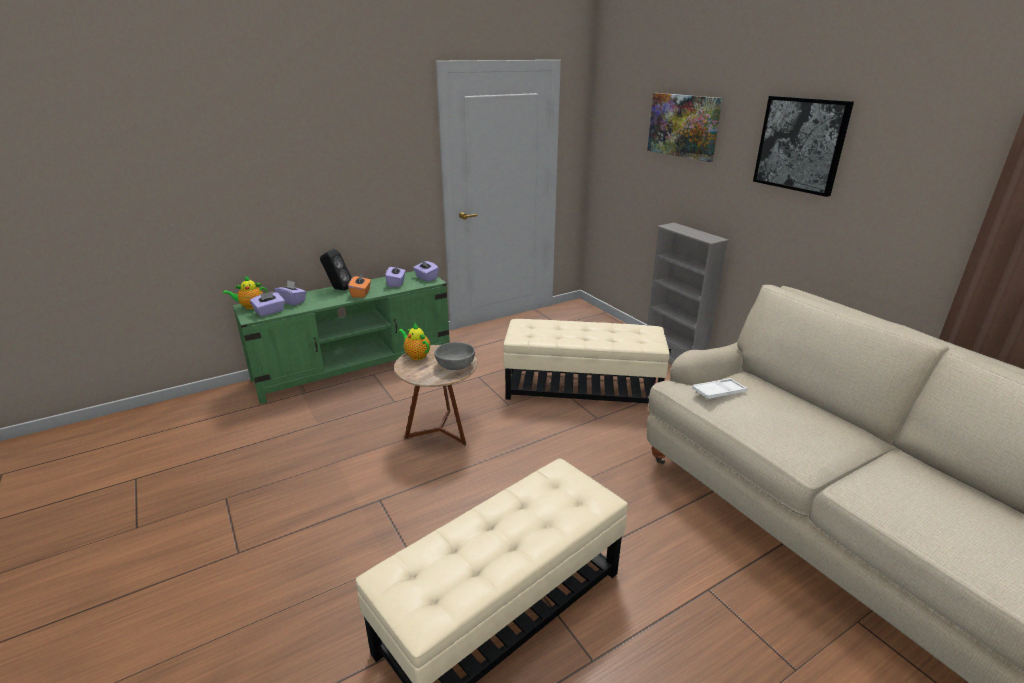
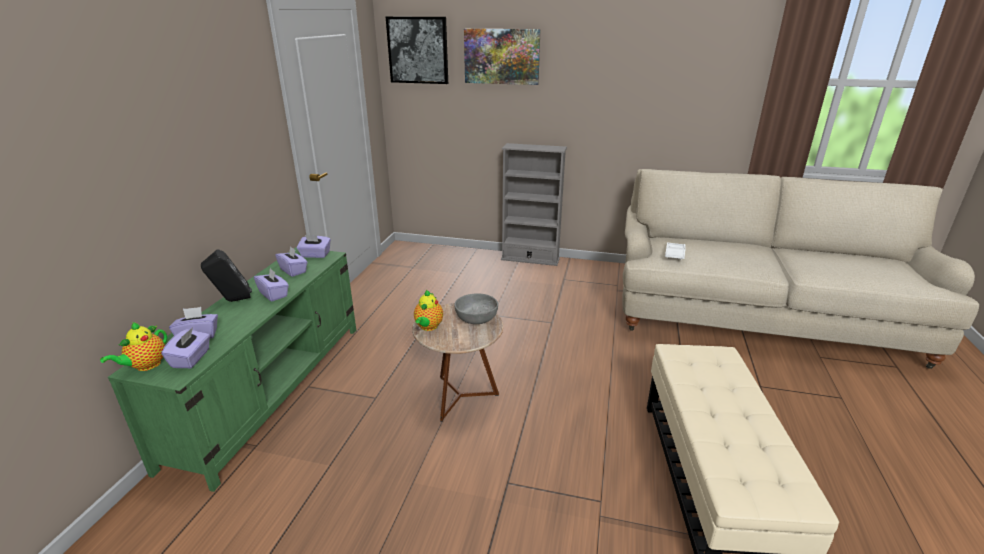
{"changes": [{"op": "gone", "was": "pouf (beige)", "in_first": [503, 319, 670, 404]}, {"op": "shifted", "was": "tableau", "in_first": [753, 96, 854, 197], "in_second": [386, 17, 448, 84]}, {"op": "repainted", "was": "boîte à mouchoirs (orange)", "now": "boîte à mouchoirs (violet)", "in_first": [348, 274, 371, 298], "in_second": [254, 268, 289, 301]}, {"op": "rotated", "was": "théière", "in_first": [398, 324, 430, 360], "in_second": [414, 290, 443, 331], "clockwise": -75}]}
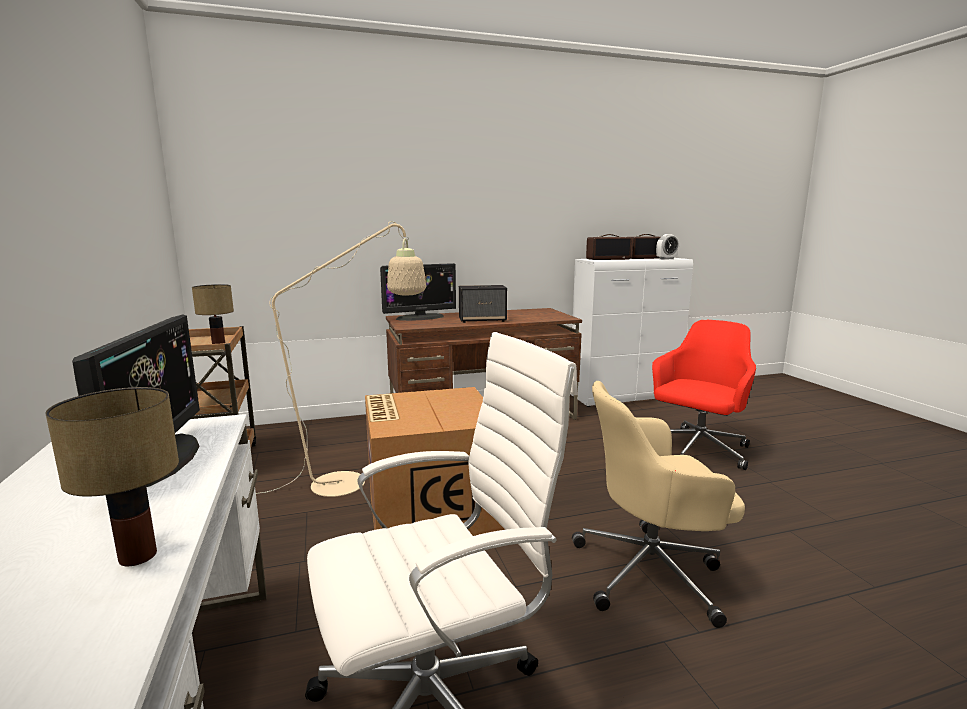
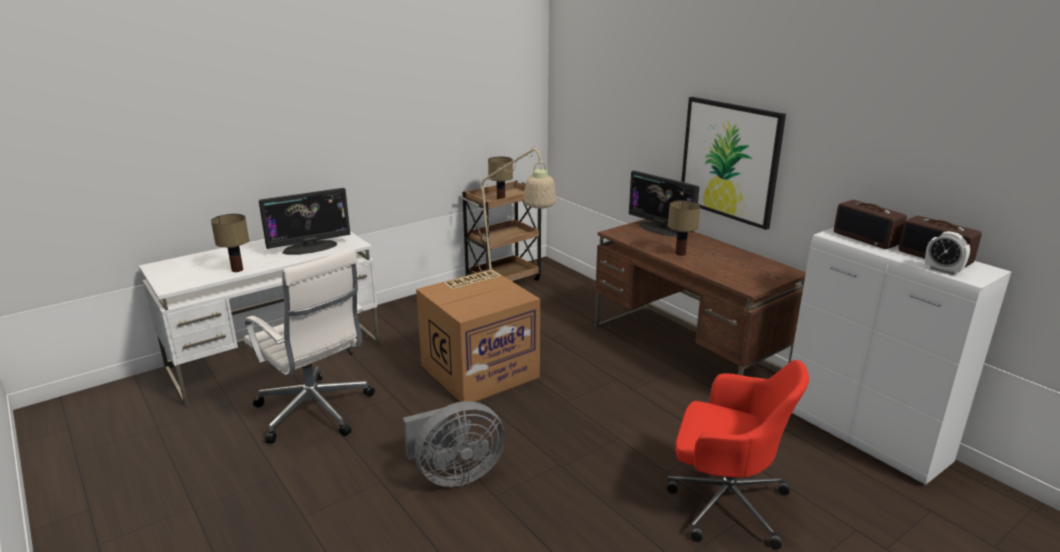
{"changes": [{"op": "new", "now": "tableau", "in_second": [681, 97, 786, 230]}, {"op": "swapped", "was": "enceinte", "now": "lampe de table", "in_first": [459, 285, 507, 323], "in_second": [668, 200, 701, 256]}, {"op": "swapped", "was": "chaise de bureau (beige)", "now": "ventilateur (gris)", "in_first": [572, 381, 745, 628], "in_second": [403, 401, 505, 487]}]}
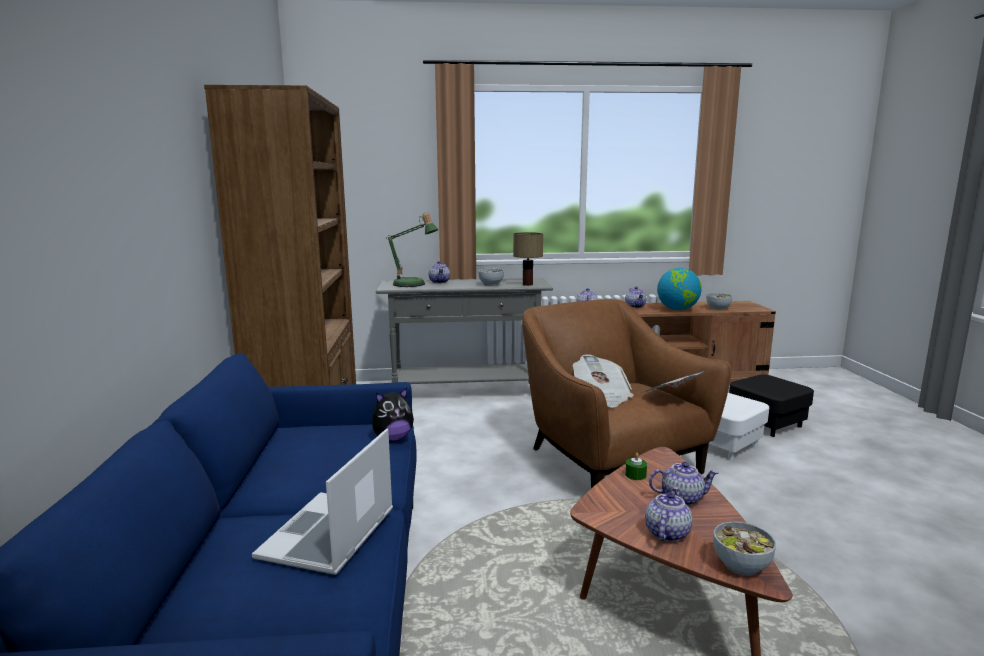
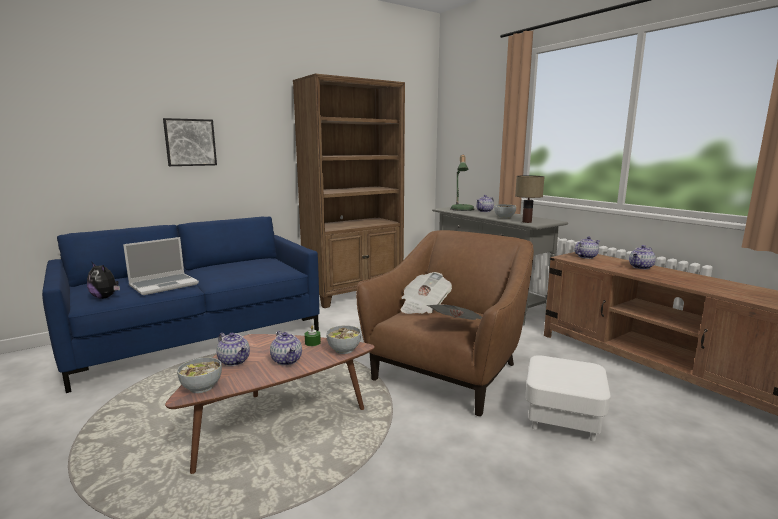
{"changes": [{"op": "gone", "was": "globe", "in_first": [657, 268, 702, 310]}, {"op": "gone", "was": "pouf (noir)", "in_first": [729, 374, 814, 437]}, {"op": "new", "now": "tableau", "in_second": [163, 118, 217, 166]}, {"op": "shifted", "was": "peluche", "in_first": [372, 388, 414, 441], "in_second": [87, 262, 120, 299]}, {"op": "shifted", "was": "bol", "in_first": [706, 293, 733, 310], "in_second": [326, 325, 361, 354]}, {"op": "rotated", "was": "ordinateur portable", "in_first": [252, 429, 393, 575], "in_second": [123, 237, 199, 295], "clockwise": 150}, {"op": "rotated", "was": "théière", "in_first": [645, 487, 693, 542], "in_second": [216, 333, 250, 366], "clockwise": 45}]}
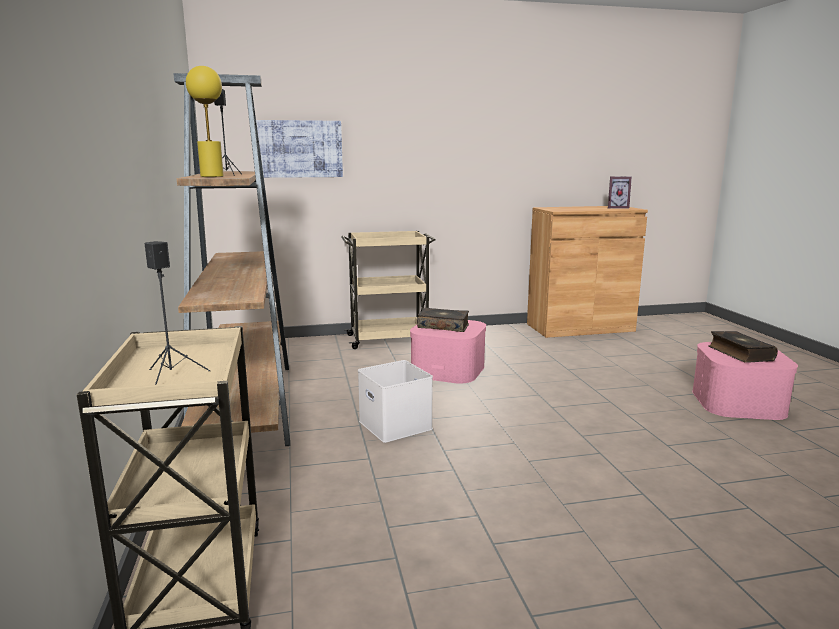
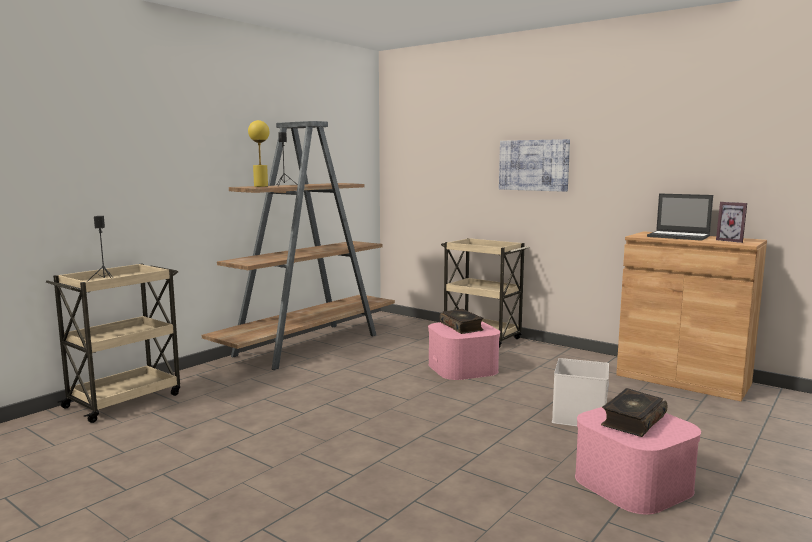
{"changes": [{"op": "new", "now": "ordinateur portable", "in_second": [647, 193, 713, 241]}, {"op": "shifted", "was": "tableau", "in_first": [256, 120, 343, 178], "in_second": [499, 139, 570, 192]}, {"op": "shifted", "was": "boîte de rangement (blanc)", "in_first": [358, 360, 433, 443], "in_second": [552, 358, 609, 426]}]}
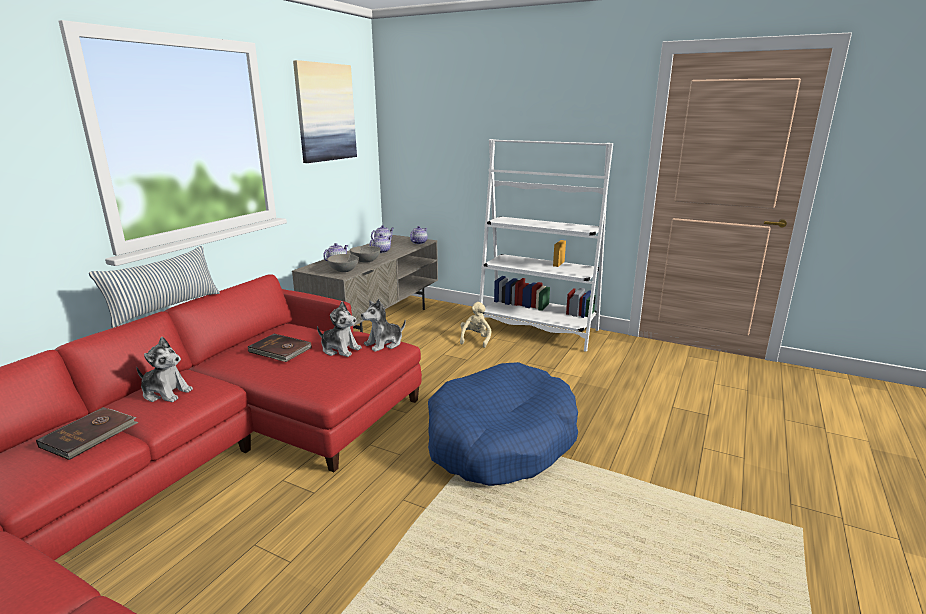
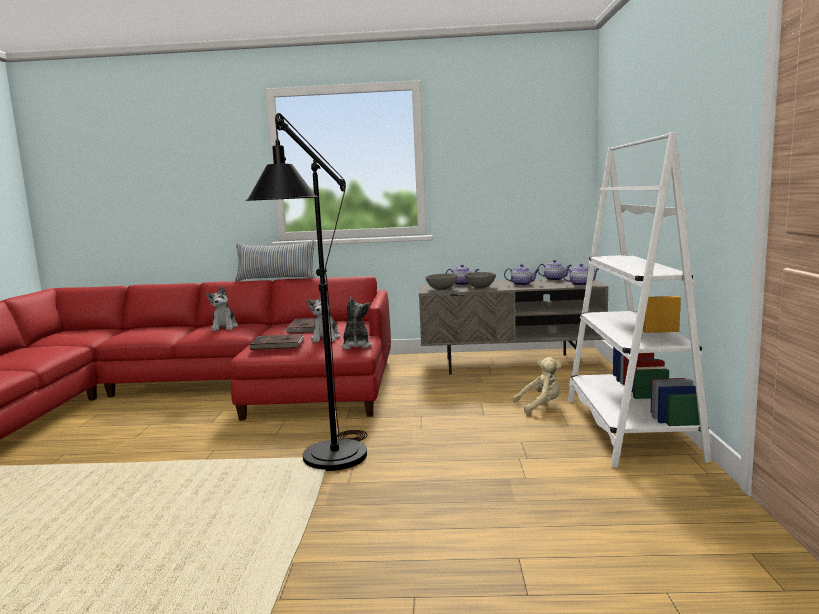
{"changes": [{"op": "gone", "was": "tableau", "in_first": [293, 60, 357, 163]}, {"op": "shifted", "was": "livre (marron)", "in_first": [36, 407, 138, 460], "in_second": [249, 334, 304, 350]}, {"op": "swapped", "was": "panier pour chien (bleu)", "now": "lampadaire (noir)", "in_first": [428, 362, 578, 486], "in_second": [246, 113, 367, 471]}, {"op": "rotated", "was": "peluche", "in_first": [361, 299, 406, 352], "in_second": [341, 297, 372, 349], "clockwise": 60}]}
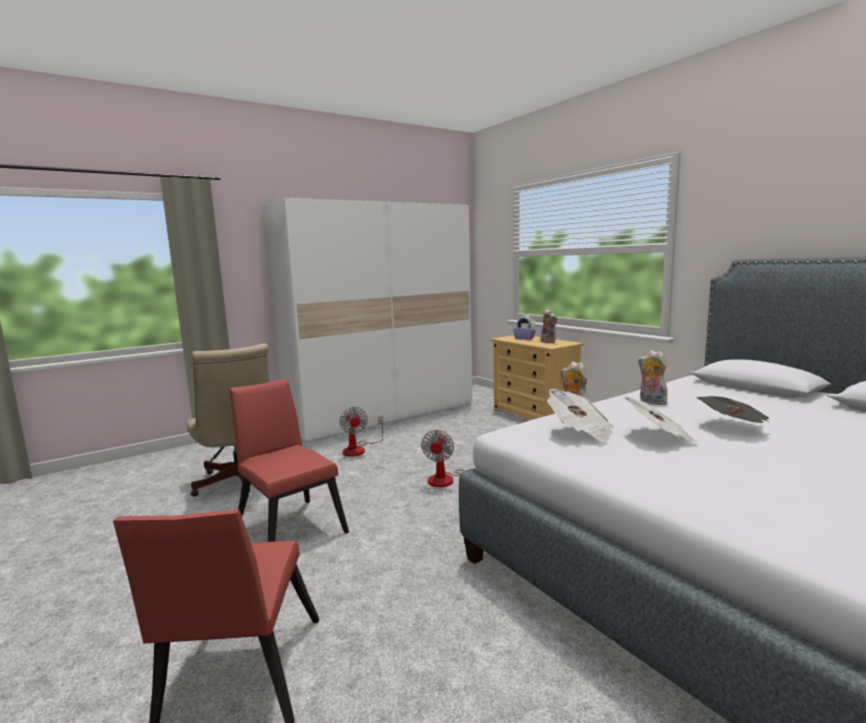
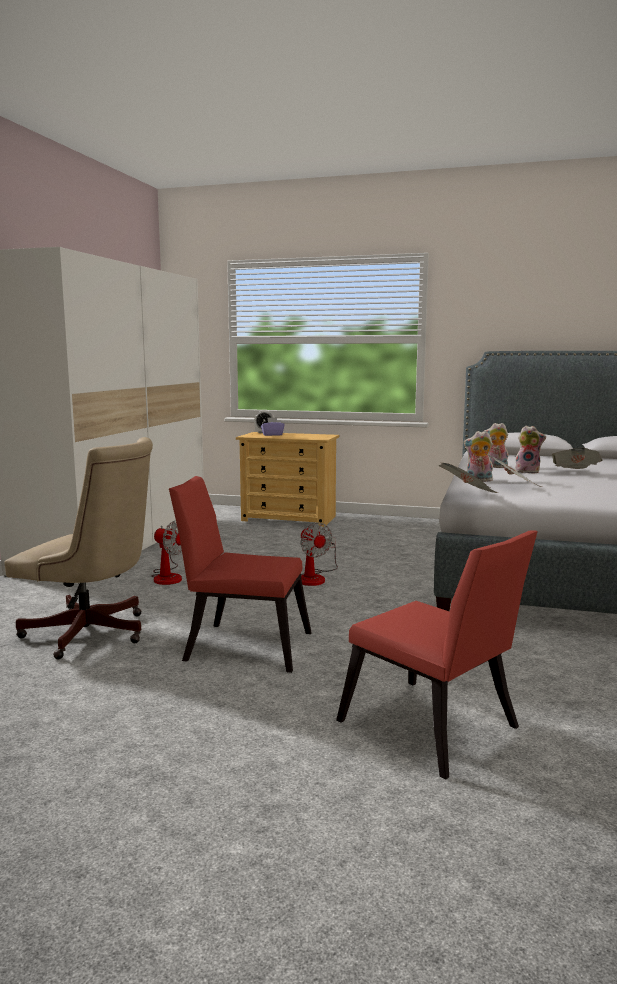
{"changes": [{"op": "shifted", "was": "peluche", "in_first": [540, 309, 557, 343], "in_second": [515, 426, 546, 474]}, {"op": "shifted", "was": "journal", "in_first": [622, 396, 700, 443], "in_second": [439, 463, 498, 493]}]}
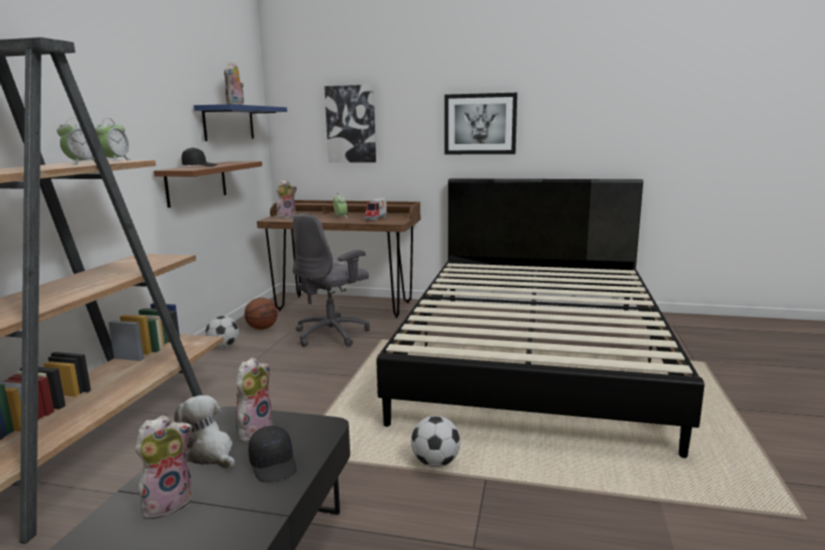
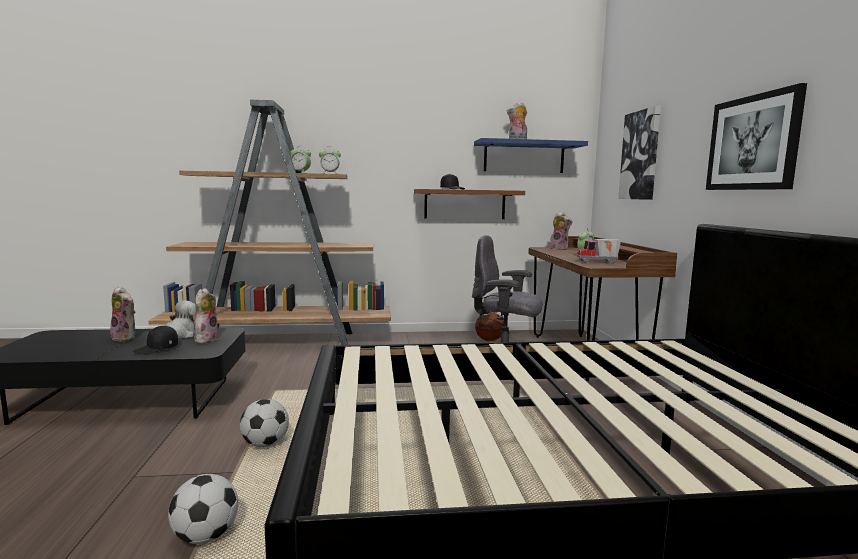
{"changes": [{"op": "shifted", "was": "ballon de foot", "in_first": [205, 316, 239, 348], "in_second": [168, 474, 238, 544]}, {"op": "rotated", "was": "peluche", "in_first": [236, 357, 273, 442], "in_second": [192, 288, 218, 343], "clockwise": -90}]}
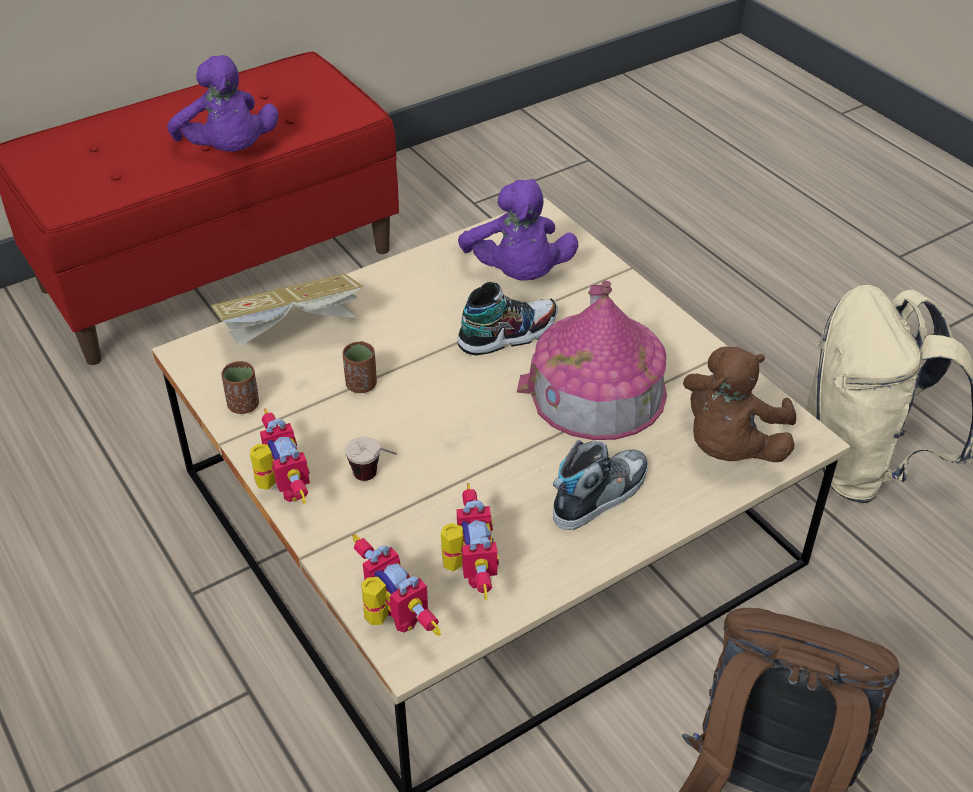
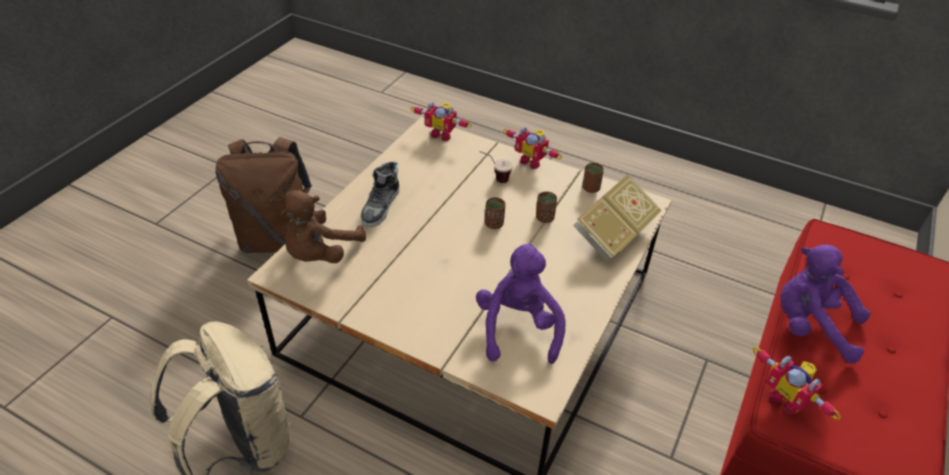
{"changes": [{"op": "gone", "was": "chaussure", "in_first": [457, 282, 558, 356]}, {"op": "gone", "was": "maison miniature", "in_first": [517, 281, 667, 440]}, {"op": "new", "now": "tasse (marron)", "in_second": [485, 197, 505, 229]}, {"op": "shifted", "was": "robot jouet", "in_first": [441, 483, 499, 600], "in_second": [752, 347, 841, 420]}, {"op": "rotated", "was": "peluche (violet)", "in_first": [458, 179, 578, 281], "in_second": [476, 243, 565, 364], "clockwise": 45}, {"op": "rotated", "was": "peluche (marron)", "in_first": [683, 346, 796, 462], "in_second": [280, 190, 366, 263], "clockwise": -150}]}
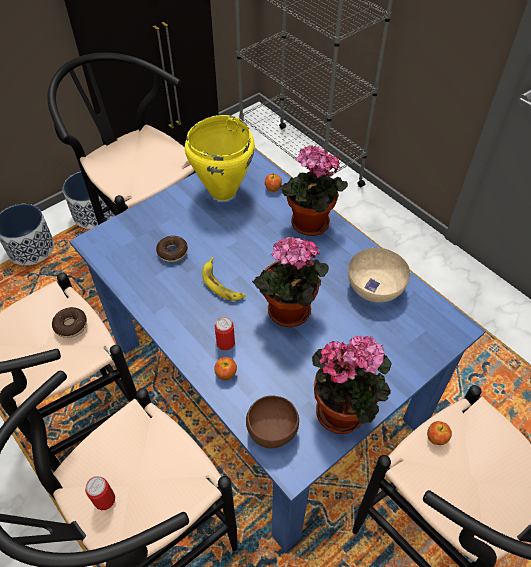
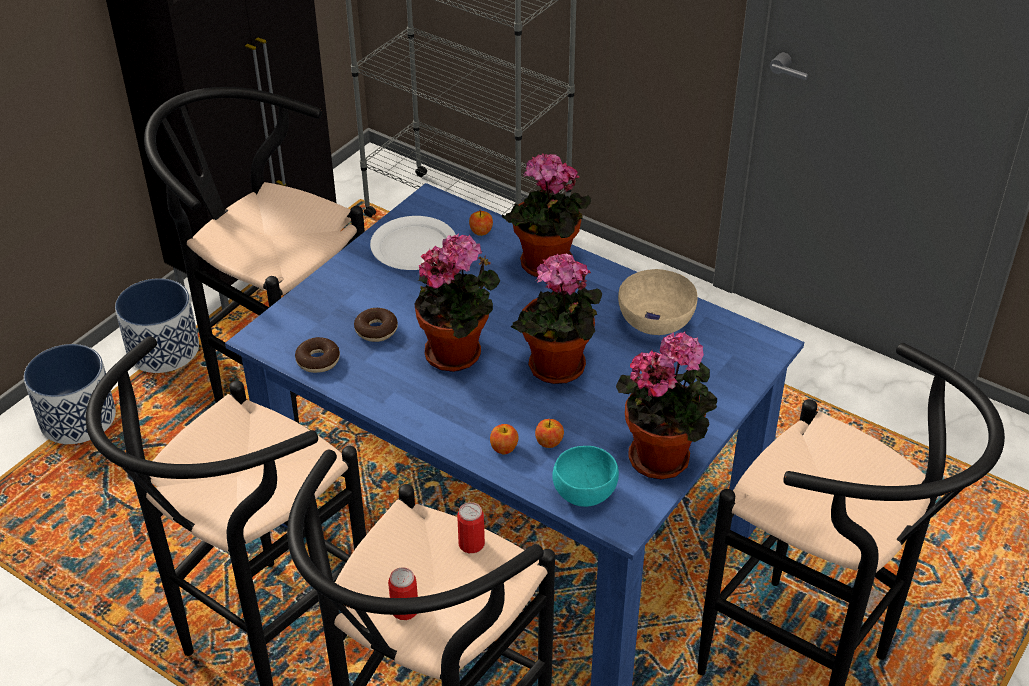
{"changes": [{"op": "shifted", "was": "beignet", "in_first": [52, 307, 87, 338], "in_second": [295, 337, 340, 373]}, {"op": "shifted", "was": "boîte métallique", "in_first": [215, 317, 235, 351], "in_second": [457, 502, 485, 553]}, {"op": "shifted", "was": "pomme", "in_first": [427, 421, 452, 445], "in_second": [535, 419, 564, 448]}, {"op": "swapped", "was": "marmite (jaune)", "now": "assiette (blanc)", "in_first": [185, 115, 255, 201], "in_second": [370, 216, 456, 270]}, {"op": "swapped", "was": "banane", "now": "plante en pot", "in_first": [202, 257, 246, 301], "in_second": [414, 233, 500, 372]}, {"op": "repainted", "was": "bol (marron)", "now": "bol (turquoise)", "in_first": [246, 395, 299, 448], "in_second": [552, 446, 619, 507]}]}
